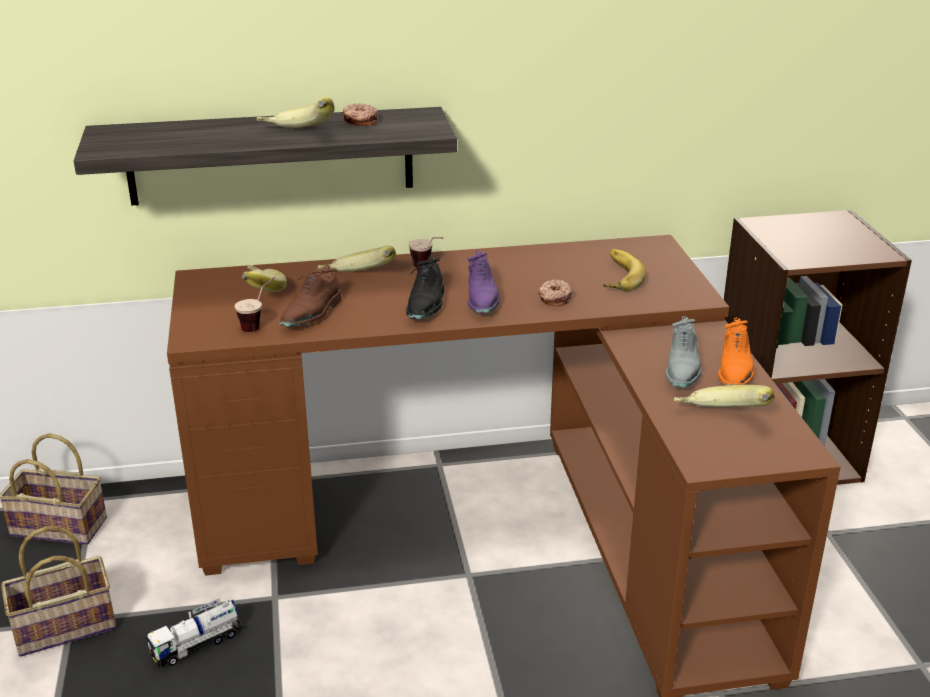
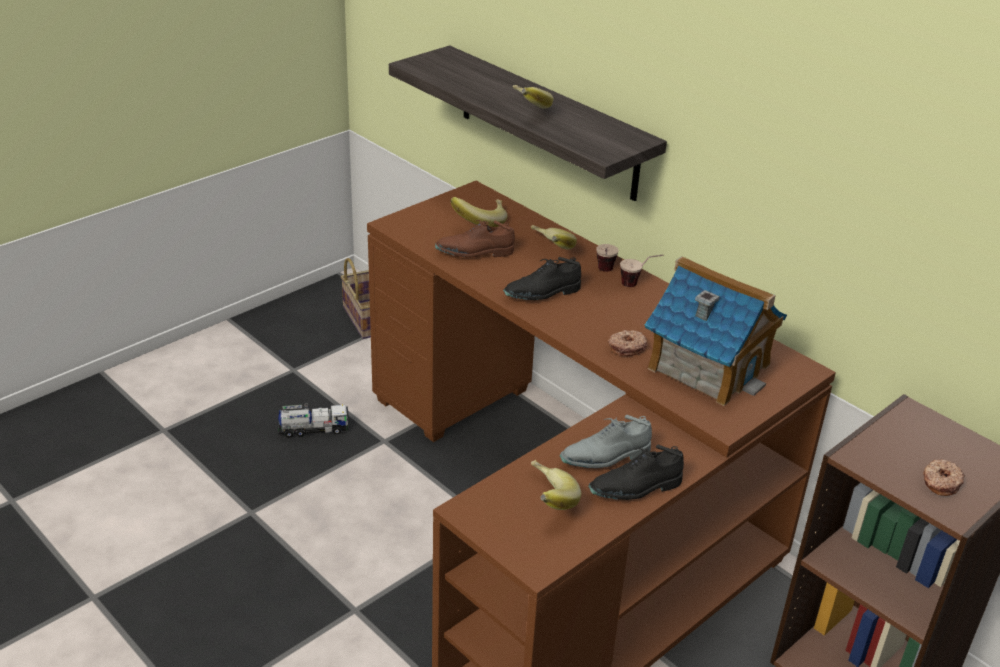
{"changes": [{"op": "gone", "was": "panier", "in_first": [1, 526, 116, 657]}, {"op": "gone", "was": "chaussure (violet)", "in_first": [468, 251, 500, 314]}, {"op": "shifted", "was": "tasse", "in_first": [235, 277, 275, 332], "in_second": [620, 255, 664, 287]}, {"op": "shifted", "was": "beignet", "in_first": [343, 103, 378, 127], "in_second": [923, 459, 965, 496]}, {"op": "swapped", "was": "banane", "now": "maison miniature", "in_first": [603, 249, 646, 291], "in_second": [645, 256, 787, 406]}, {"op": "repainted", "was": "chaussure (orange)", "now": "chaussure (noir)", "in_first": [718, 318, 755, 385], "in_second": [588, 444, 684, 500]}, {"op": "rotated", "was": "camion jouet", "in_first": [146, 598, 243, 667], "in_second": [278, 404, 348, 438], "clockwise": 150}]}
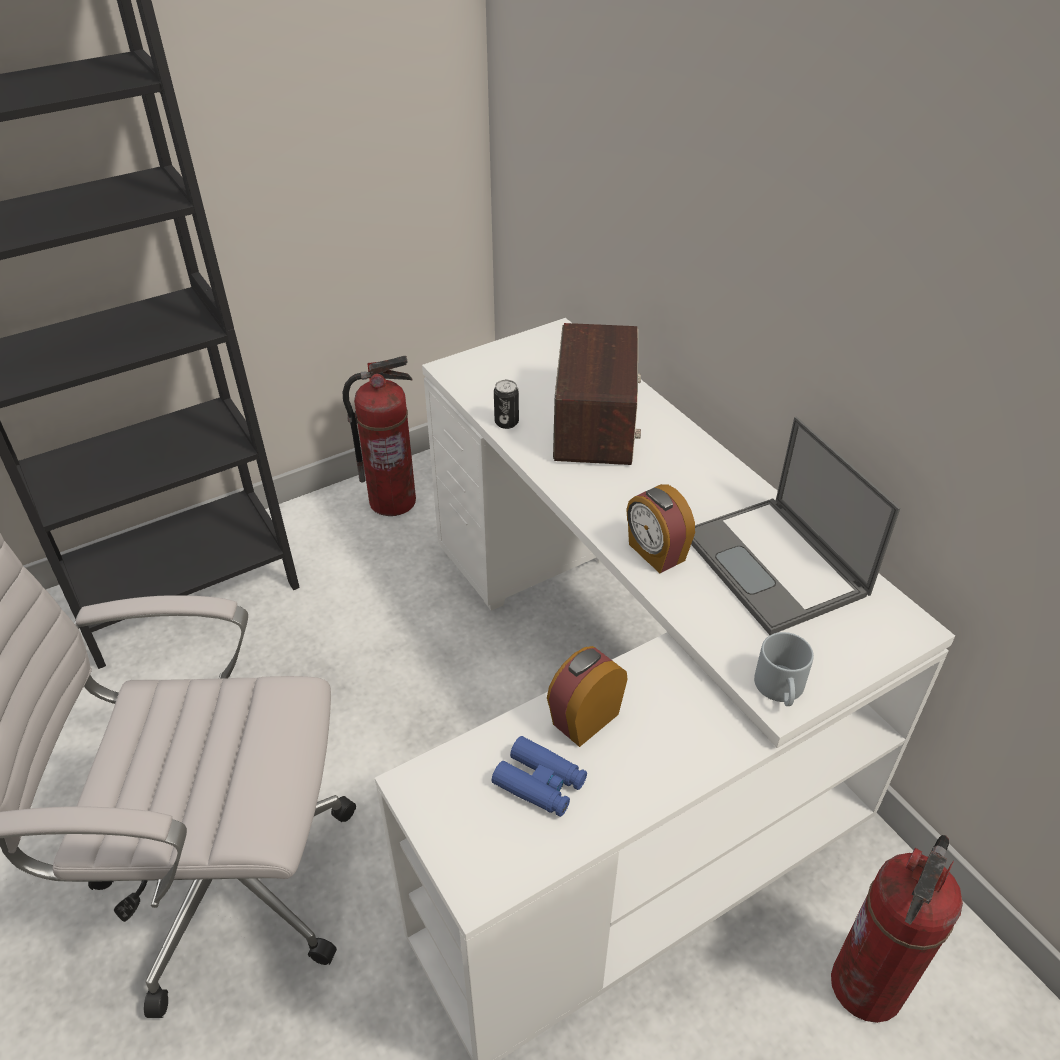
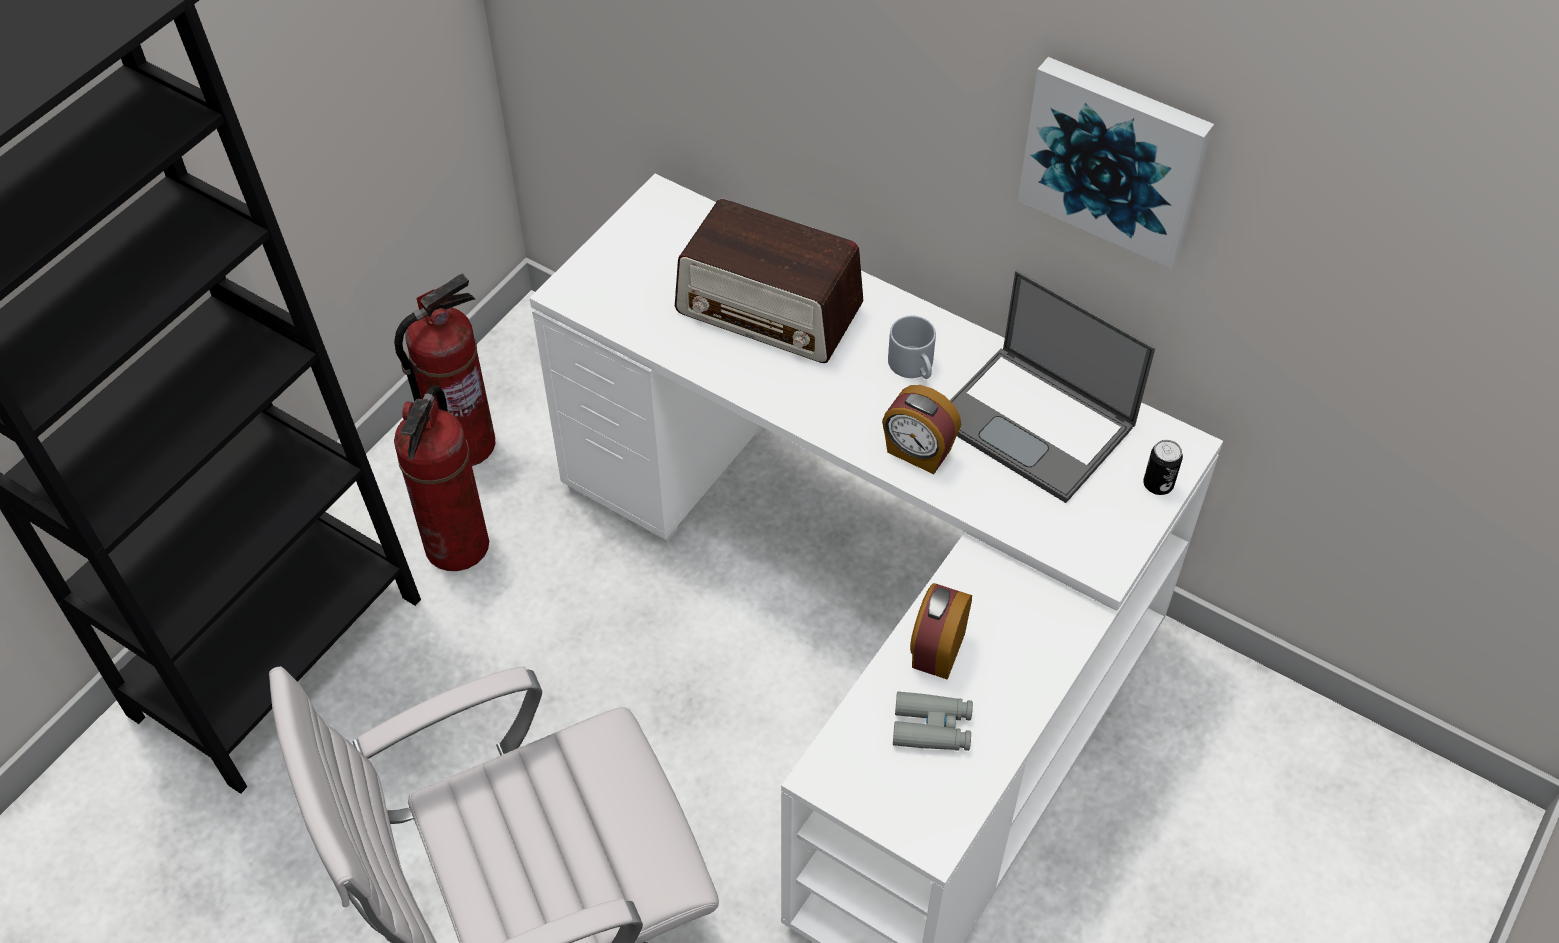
{"changes": [{"op": "new", "now": "tableau", "in_second": [1018, 57, 1214, 268]}, {"op": "shifted", "was": "boîte métallique", "in_first": [494, 380, 519, 429], "in_second": [1143, 440, 1183, 495]}, {"op": "shifted", "was": "mug (gris)", "in_first": [754, 632, 814, 706], "in_second": [888, 316, 936, 379]}, {"op": "shifted", "was": "extincteur", "in_first": [831, 835, 963, 1023], "in_second": [394, 385, 489, 571]}, {"op": "repainted", "was": "jumelles (bleu)", "now": "jumelles (gris)", "in_first": [492, 736, 587, 817], "in_second": [893, 691, 973, 751]}, {"op": "rotated", "was": "radio", "in_first": [553, 323, 641, 465], "in_second": [675, 199, 863, 363], "clockwise": 135}]}
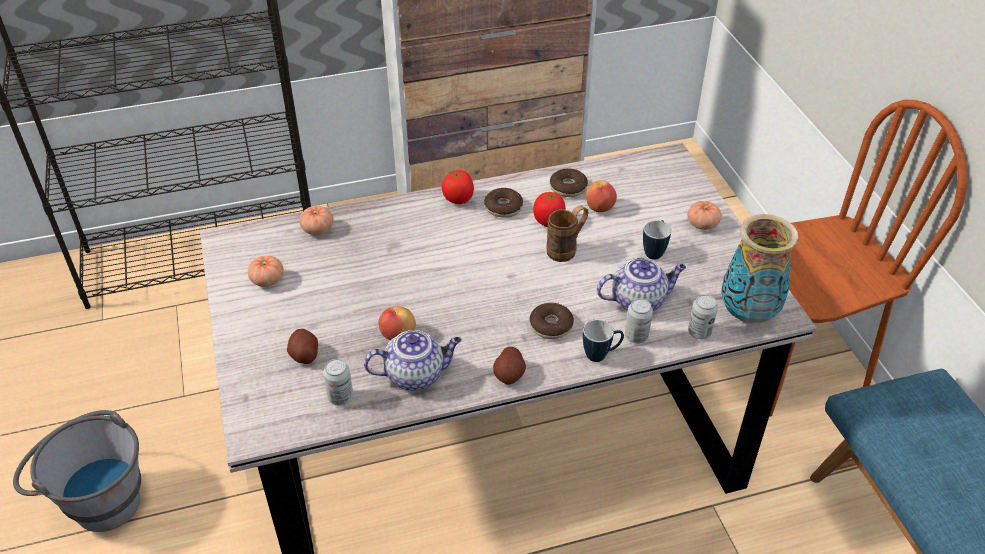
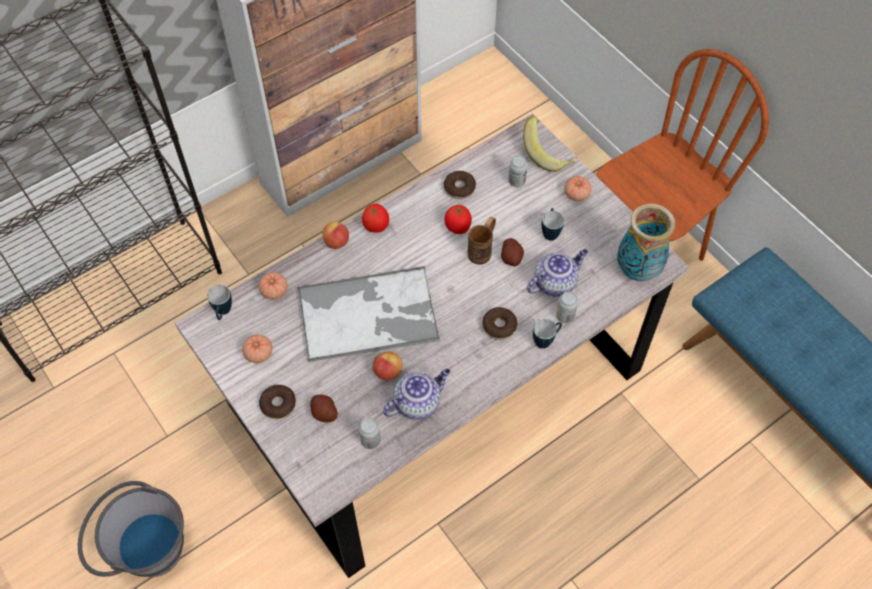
{"changes": [{"op": "new", "now": "mug", "in_second": [207, 285, 232, 320]}, {"op": "new", "now": "plateau", "in_second": [298, 266, 440, 362]}, {"op": "new", "now": "banane", "in_second": [523, 117, 576, 172]}, {"op": "shifted", "was": "beignet", "in_first": [484, 188, 523, 218], "in_second": [259, 385, 296, 419]}, {"op": "shifted", "was": "pomme de terre", "in_first": [493, 347, 526, 385], "in_second": [501, 238, 524, 266]}, {"op": "shifted", "was": "pomme", "in_first": [586, 180, 617, 212], "in_second": [322, 222, 349, 249]}, {"op": "shifted", "was": "boîte métallique", "in_first": [688, 294, 718, 339], "in_second": [508, 156, 528, 187]}]}
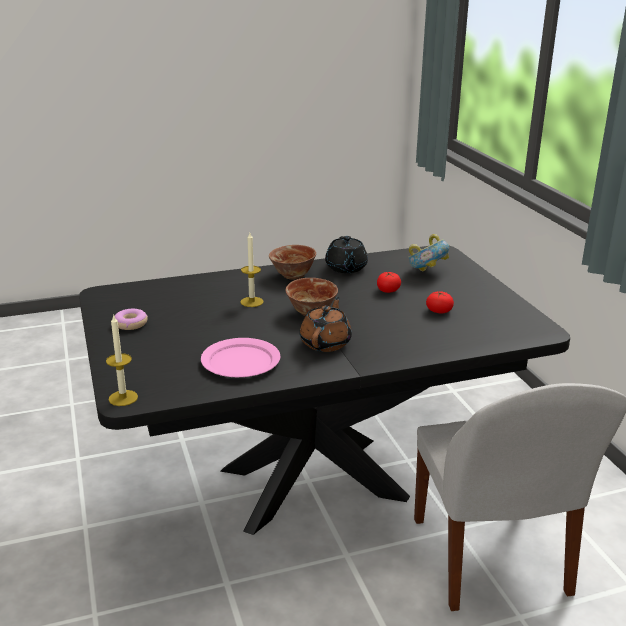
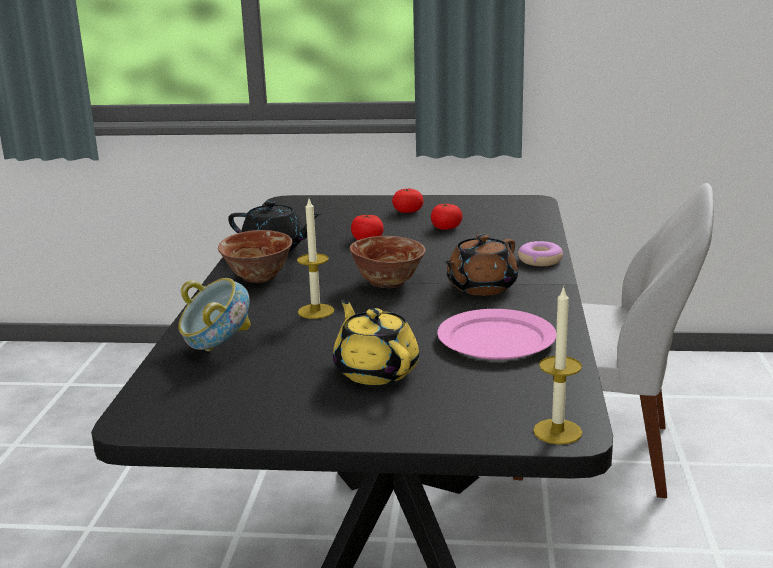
{"changes": [{"op": "new", "now": "théière (jaune)", "in_second": [333, 299, 419, 385]}, {"op": "new", "now": "tomate", "in_second": [392, 188, 423, 213]}, {"op": "shifted", "was": "beignet", "in_first": [115, 309, 148, 330], "in_second": [518, 241, 563, 266]}, {"op": "shifted", "was": "bol", "in_first": [408, 234, 449, 271], "in_second": [178, 278, 251, 352]}, {"op": "rotated", "was": "théière (marron)", "in_first": [300, 297, 352, 352], "in_second": [444, 234, 518, 296], "clockwise": -90}]}
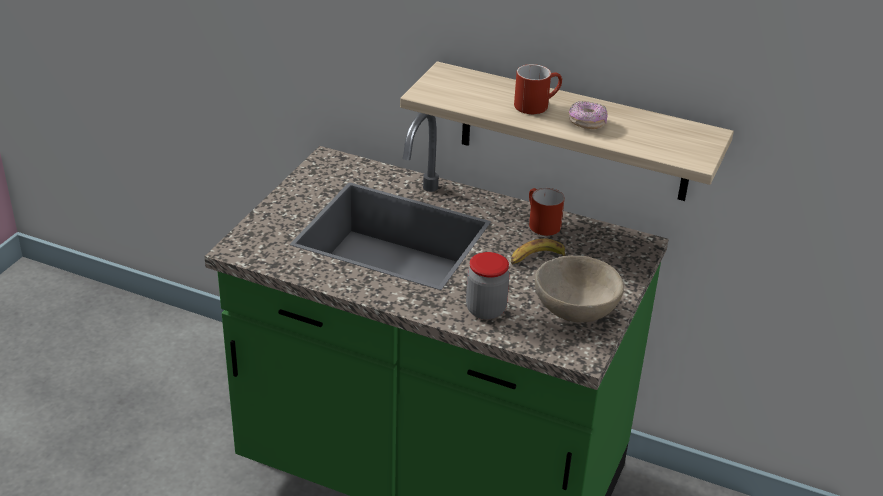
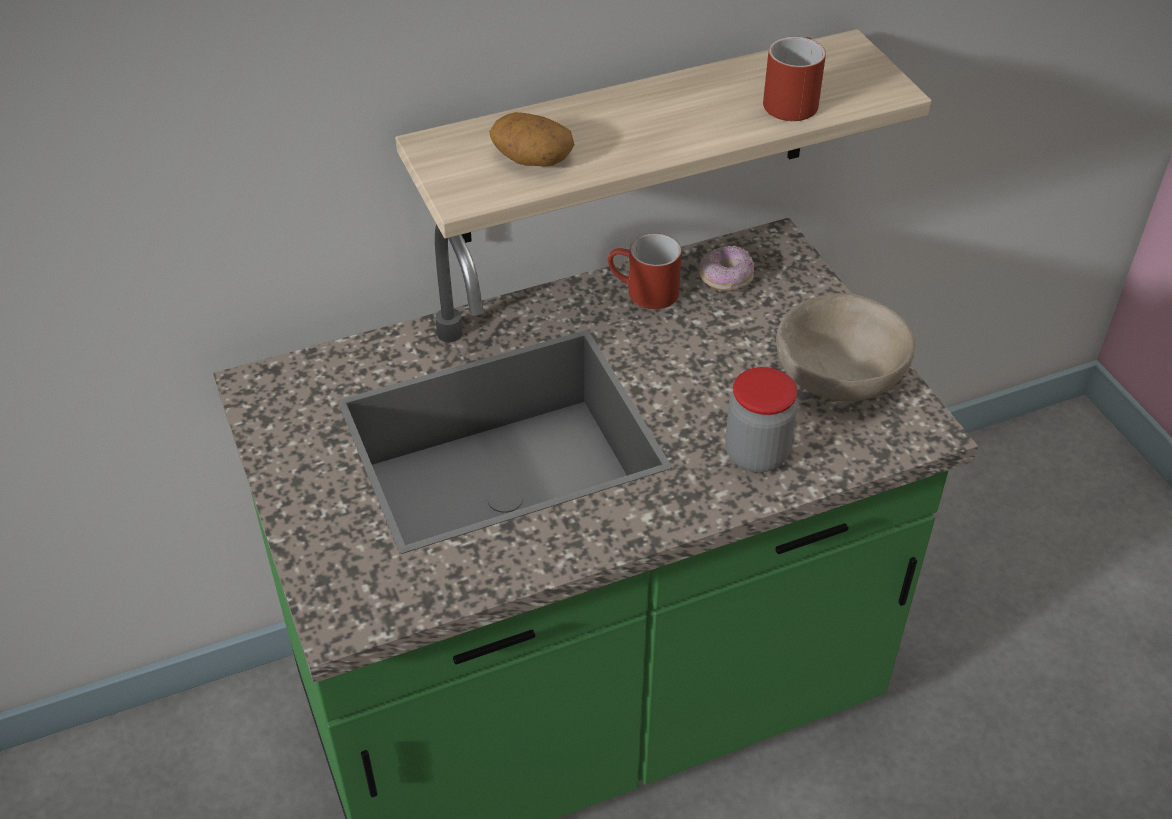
{"changes": [{"op": "gone", "was": "banane", "in_first": [511, 238, 566, 265]}, {"op": "new", "now": "pomme de terre", "in_second": [489, 112, 575, 166]}, {"op": "shifted", "was": "mug (rouge)", "in_first": [514, 64, 562, 114], "in_second": [763, 37, 826, 121]}, {"op": "shifted", "was": "beignet", "in_first": [569, 101, 607, 129], "in_second": [699, 245, 754, 291]}]}
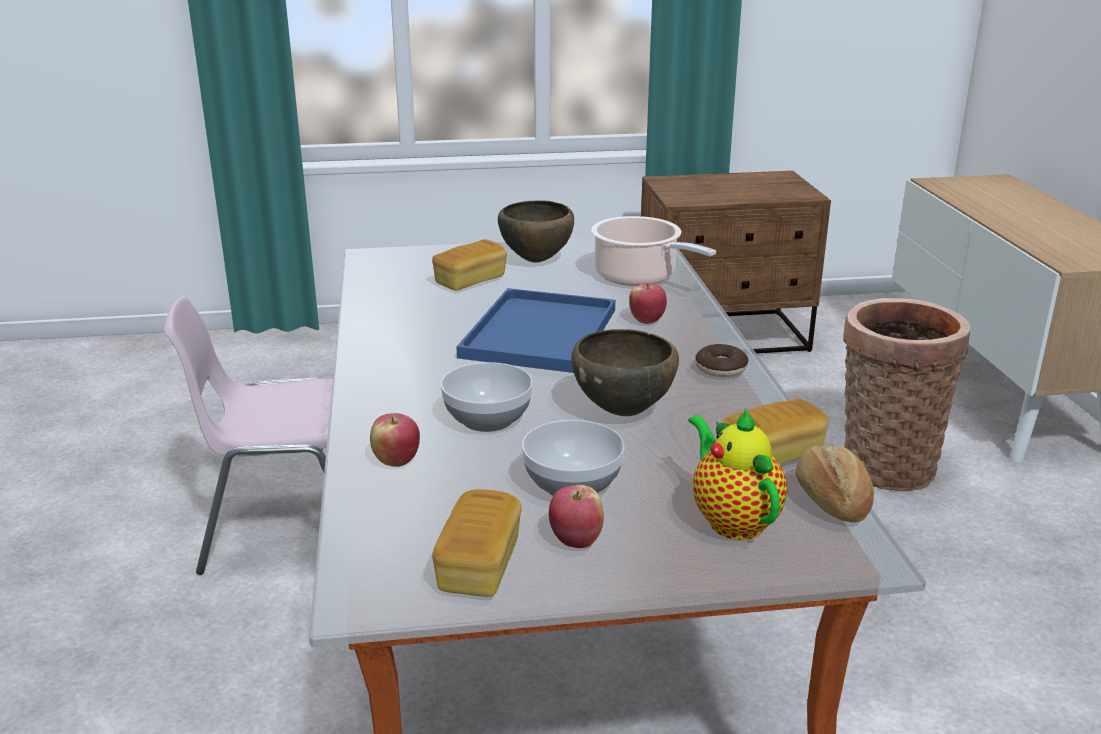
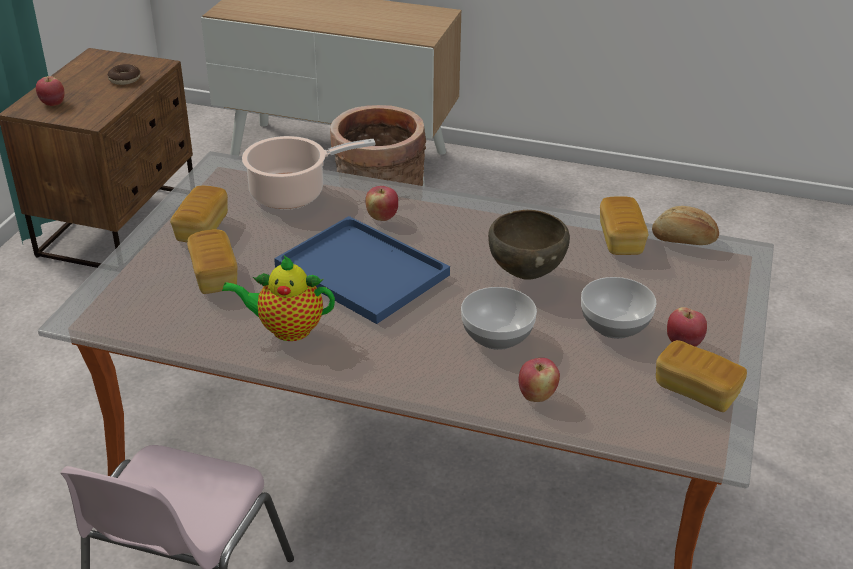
{"changes": [{"op": "new", "now": "pomme", "in_second": [36, 76, 64, 106]}, {"op": "shifted", "was": "théière", "in_first": [688, 408, 787, 540], "in_second": [222, 256, 335, 341]}, {"op": "shifted", "was": "beignet", "in_first": [695, 344, 748, 377], "in_second": [108, 64, 140, 85]}, {"op": "swapped", "was": "bol (marron)", "now": "pain", "in_first": [498, 200, 574, 263], "in_second": [170, 186, 228, 242]}]}
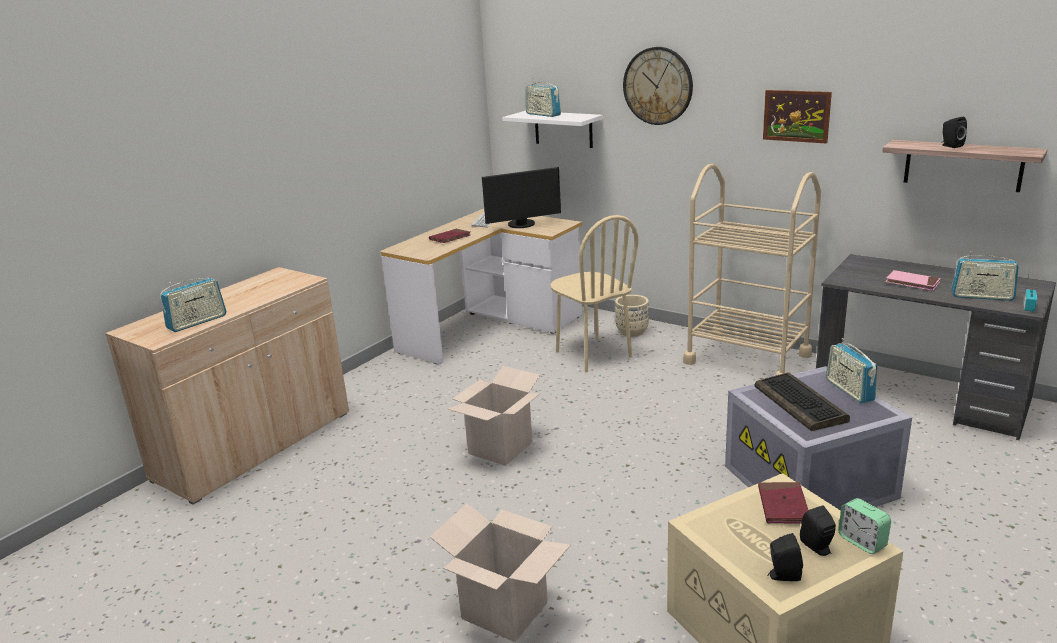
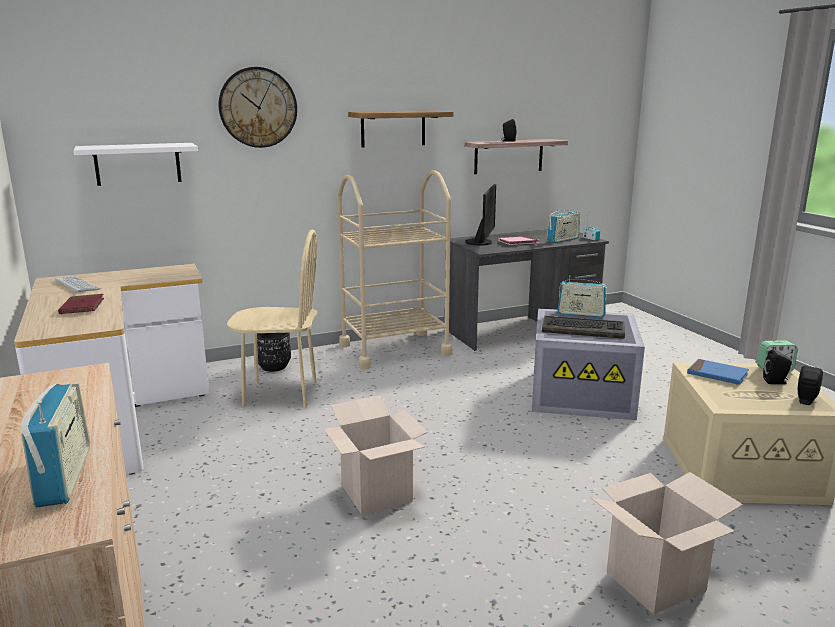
{"changes": [{"op": "gone", "was": "radio", "in_first": [526, 78, 561, 117]}, {"op": "shifted", "was": "écran d'ordinateur", "in_first": [482, 167, 561, 228], "in_second": [465, 184, 496, 246]}, {"op": "swapped", "was": "tableau", "now": "étagère", "in_first": [763, 90, 832, 144], "in_second": [348, 110, 453, 147]}, {"op": "repainted", "was": "cache-pot (beige)", "now": "cache-pot (noir)", "in_first": [615, 295, 649, 337], "in_second": [257, 333, 291, 372]}, {"op": "repainted", "was": "livre (rouge)", "now": "livre (bleu)", "in_first": [758, 482, 808, 524], "in_second": [687, 359, 749, 385]}]}
